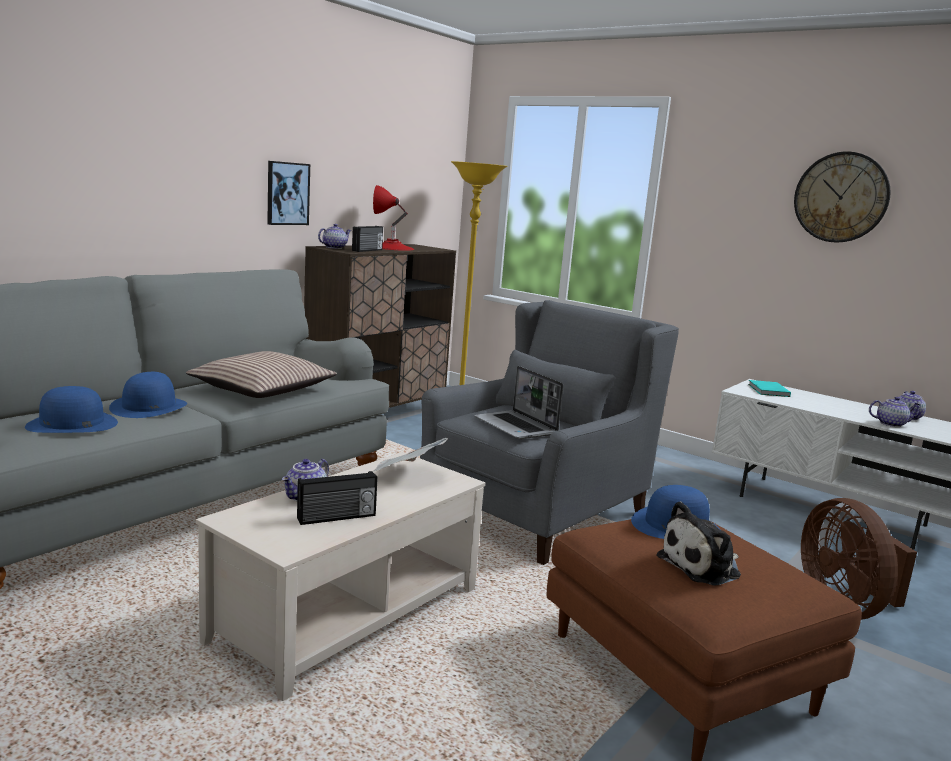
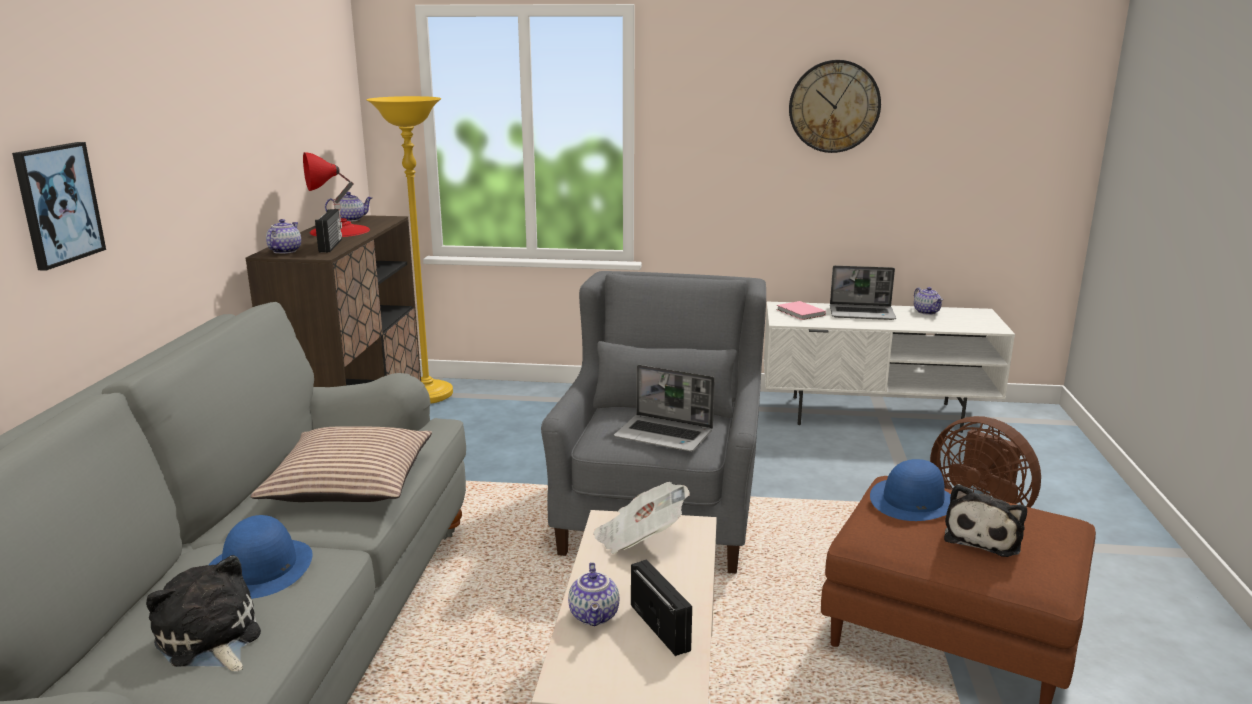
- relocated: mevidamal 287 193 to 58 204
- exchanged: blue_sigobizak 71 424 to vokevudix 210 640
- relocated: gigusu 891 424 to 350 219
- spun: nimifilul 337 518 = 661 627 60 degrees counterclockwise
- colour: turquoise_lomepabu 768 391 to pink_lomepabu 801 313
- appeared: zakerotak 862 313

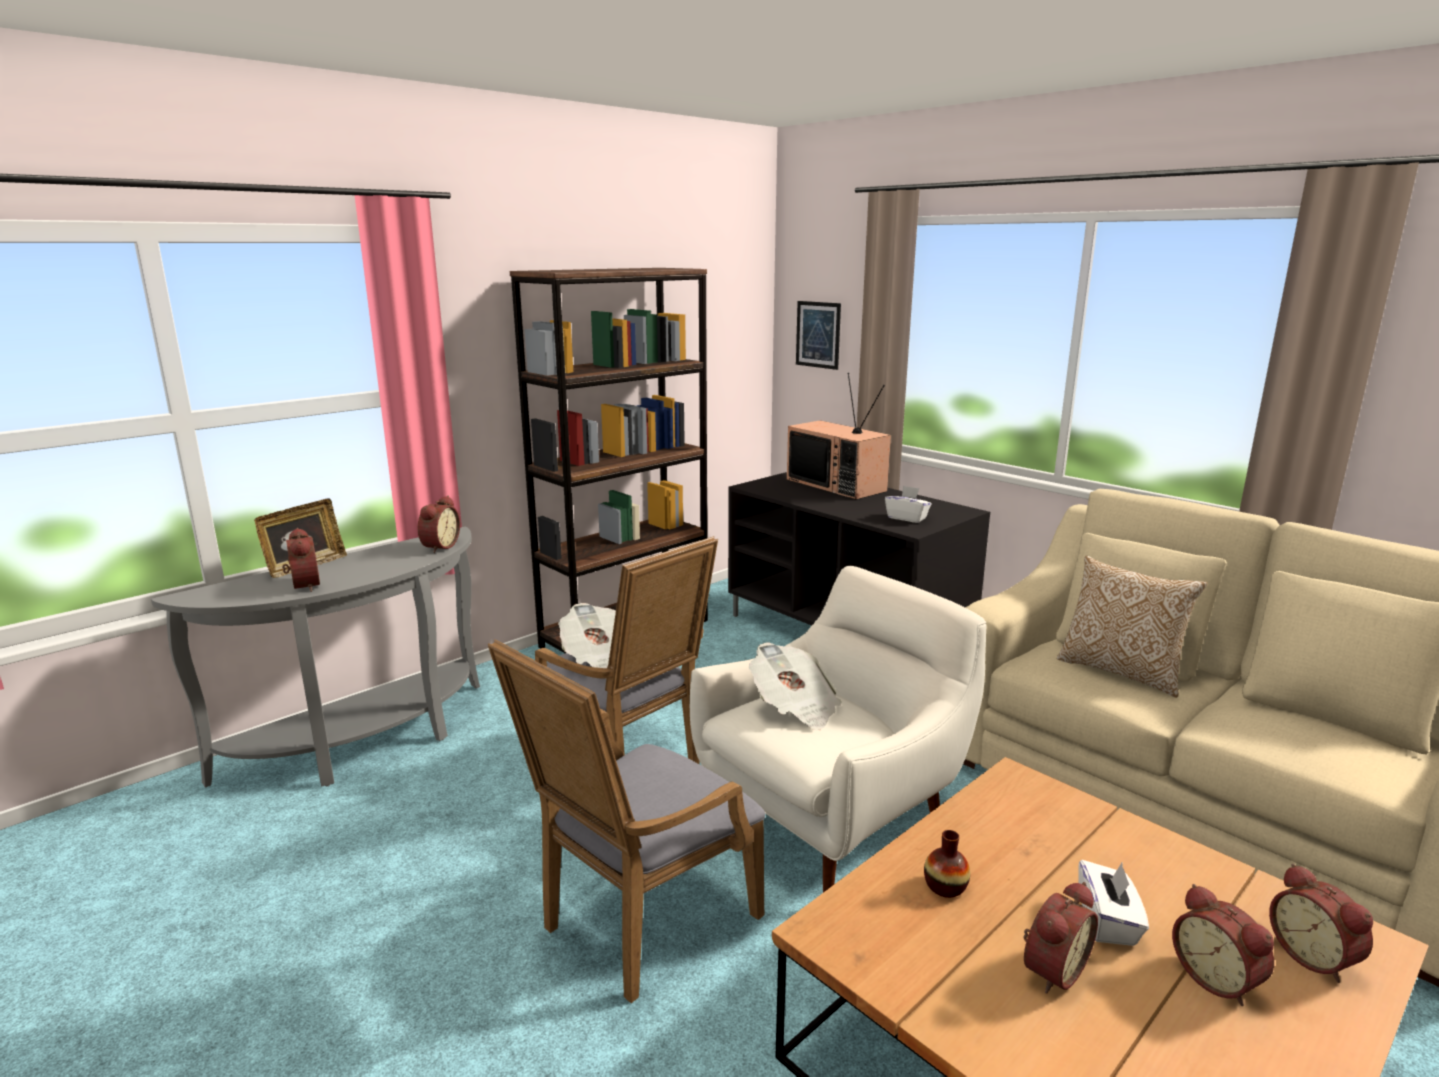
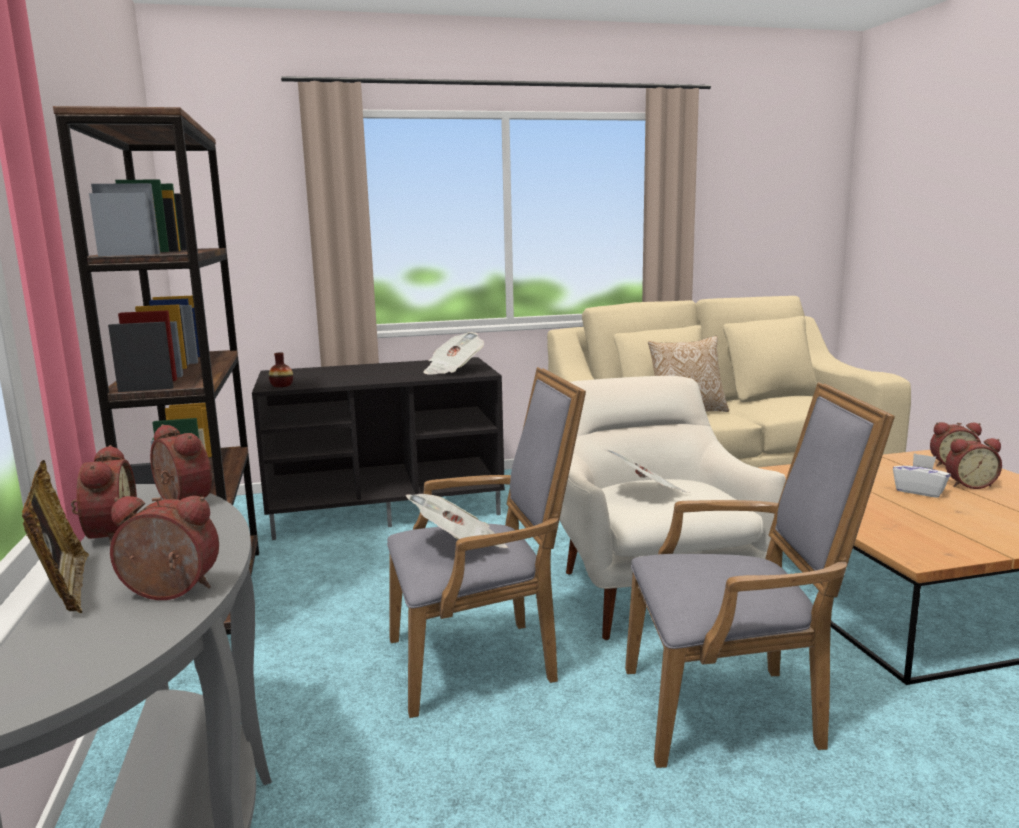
- relocated: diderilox 1051 969 to 108 534
- relocated: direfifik 945 887 to 281 385
- exchanged: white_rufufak 907 518 to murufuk 453 370
- spun: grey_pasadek 639 925 = 733 709 75 degrees counterclockwise
- missing: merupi 838 485
- missing: mevidamal 818 334

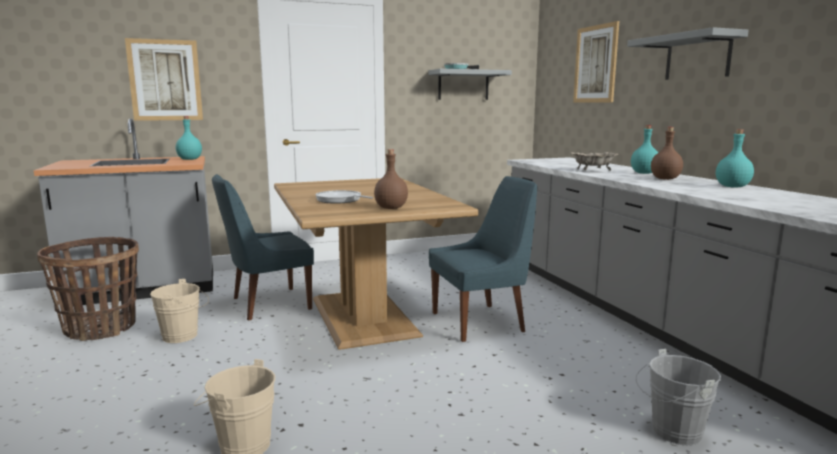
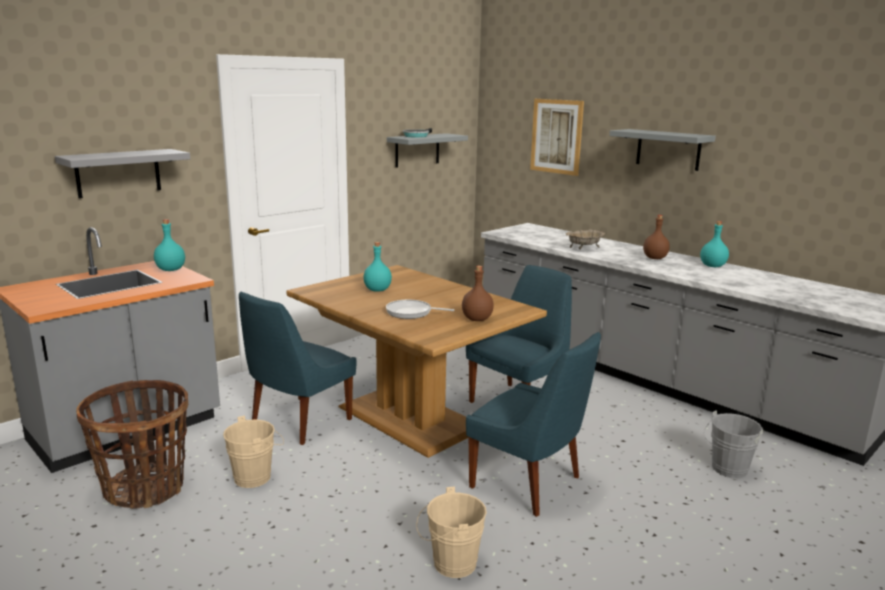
- exchanged: mevidamal 165 80 to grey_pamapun 118 173
- relocated: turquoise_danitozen 644 173 to 377 290
- appeared: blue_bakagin 529 484

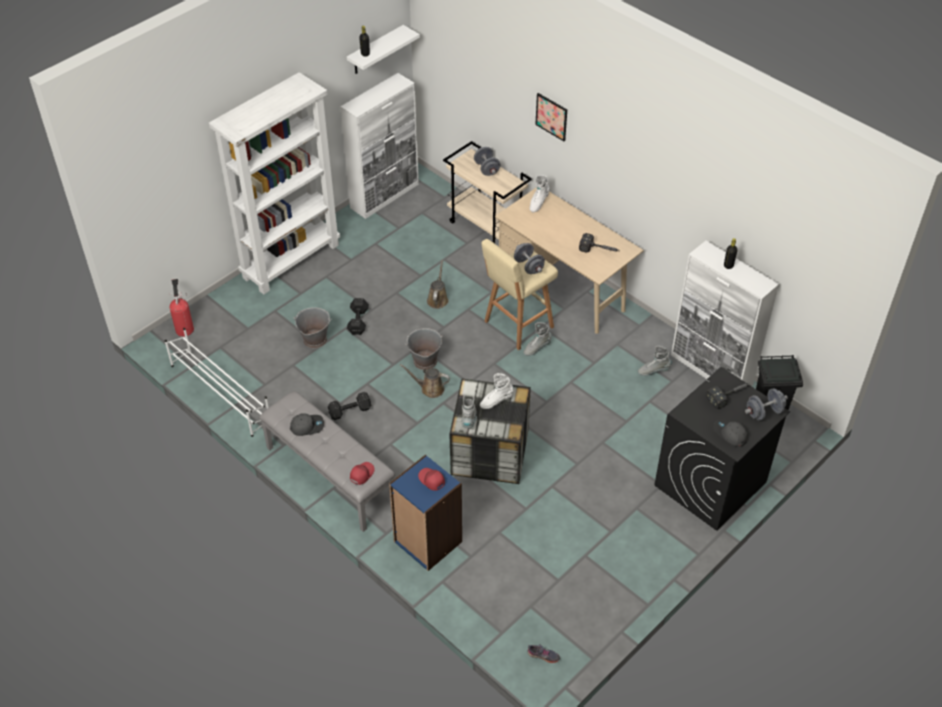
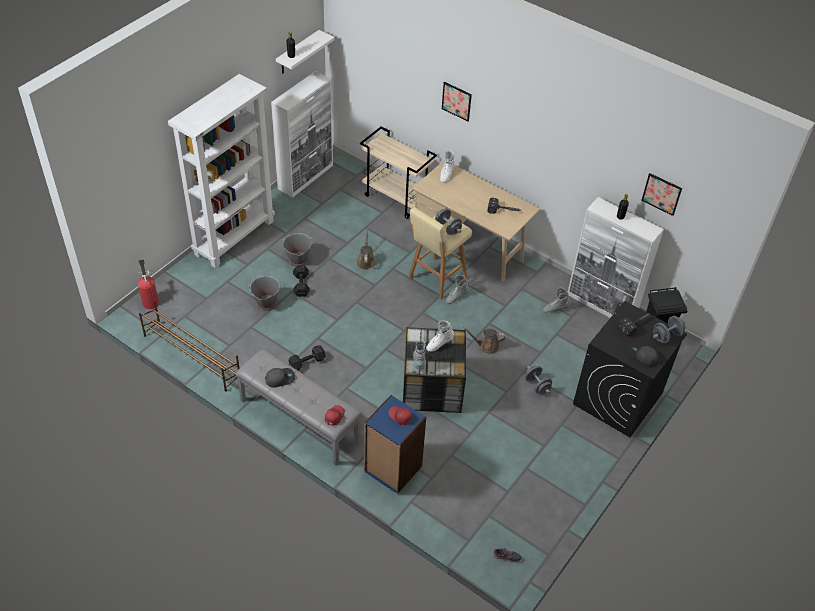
- colour: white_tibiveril 220 393 to brown_tibiveril 191 356
- relocated: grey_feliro 424 361 to 298 260
- relocated: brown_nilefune 430 388 to 486 346
- relocated: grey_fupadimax 486 169 to 537 385
- appeared: mevidamal 661 194

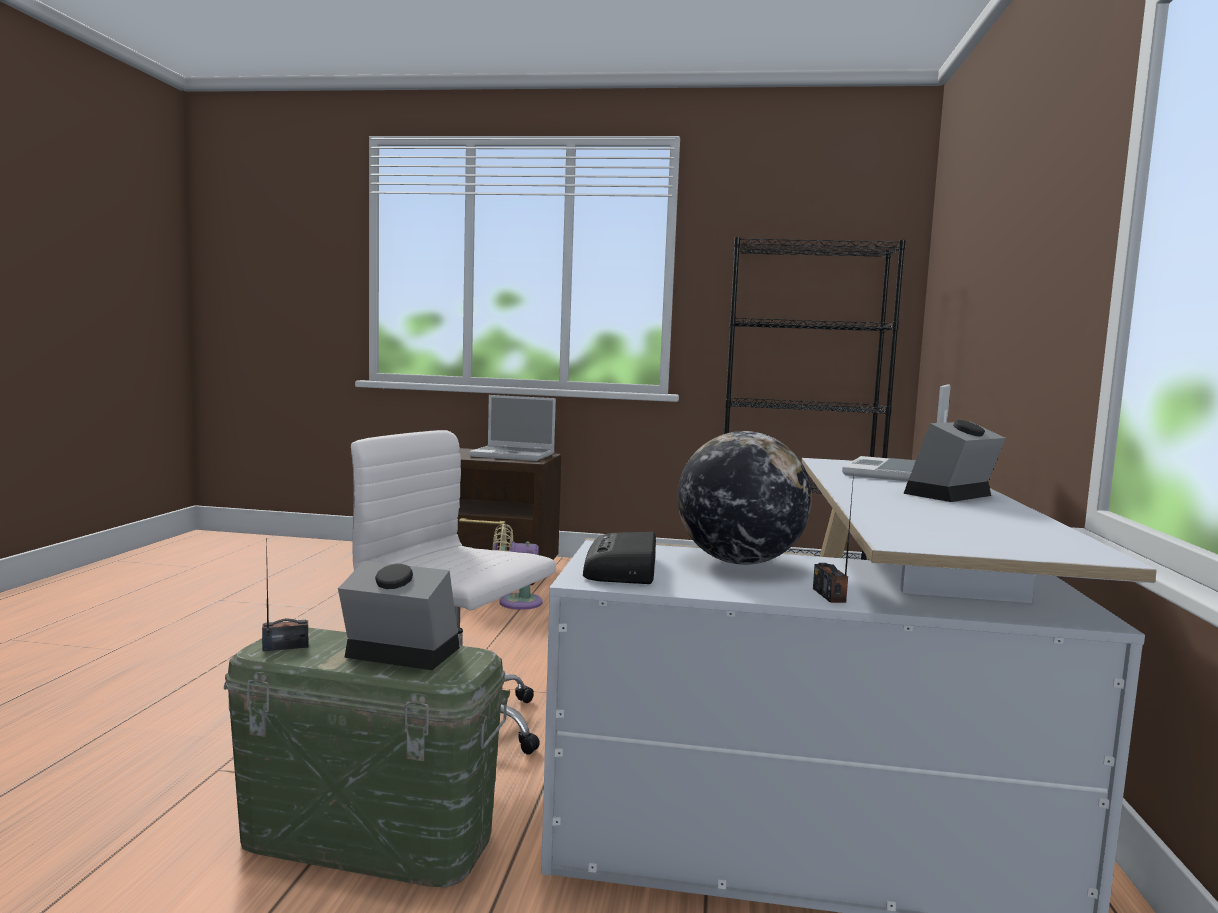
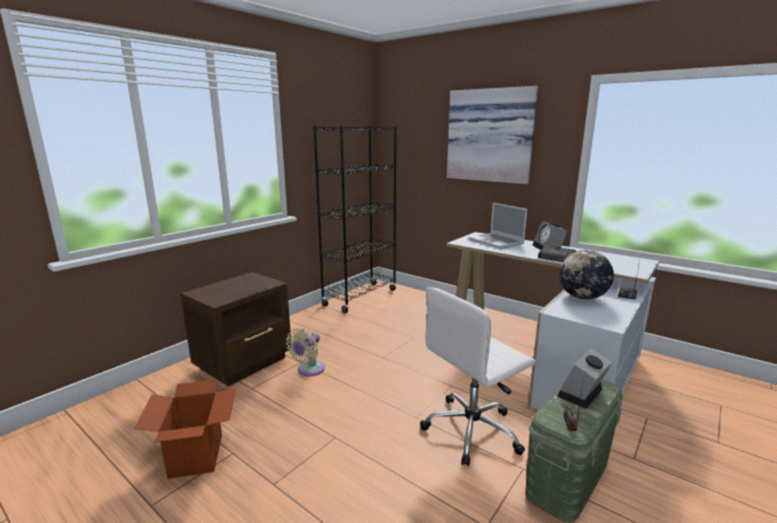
- appeared: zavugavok 196 456
- appeared: mevidamal 490 135
- relocated: nimifilul 623 569 to 557 258
- missing: zakerotak 514 455

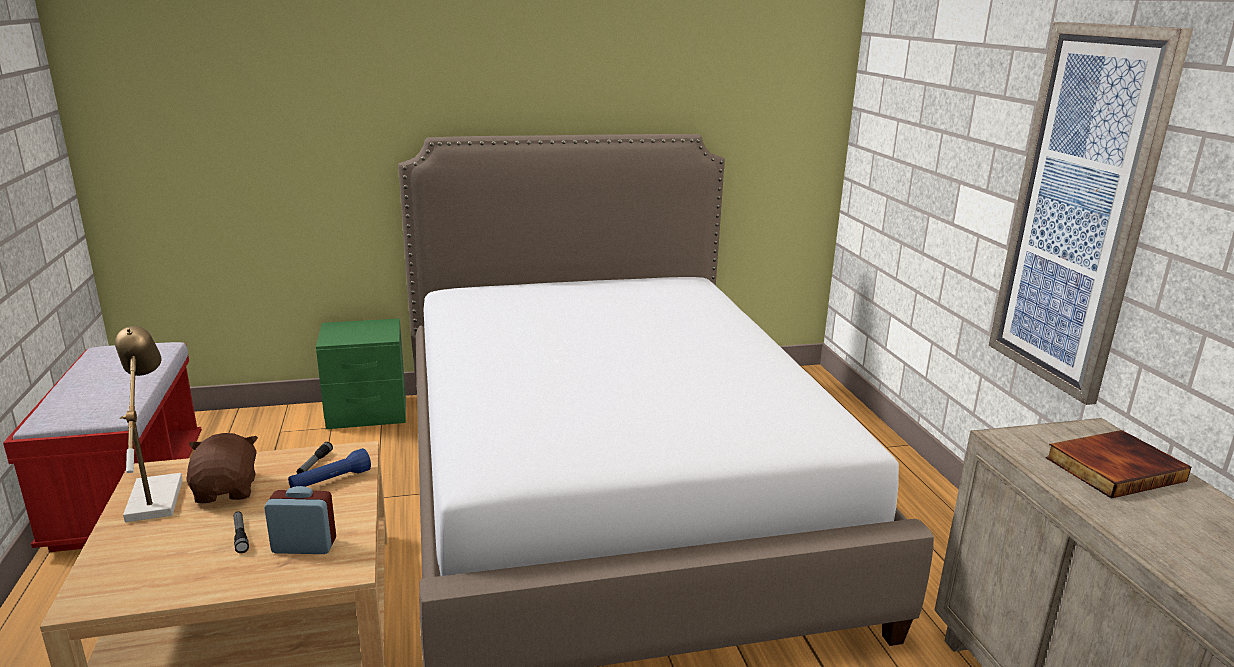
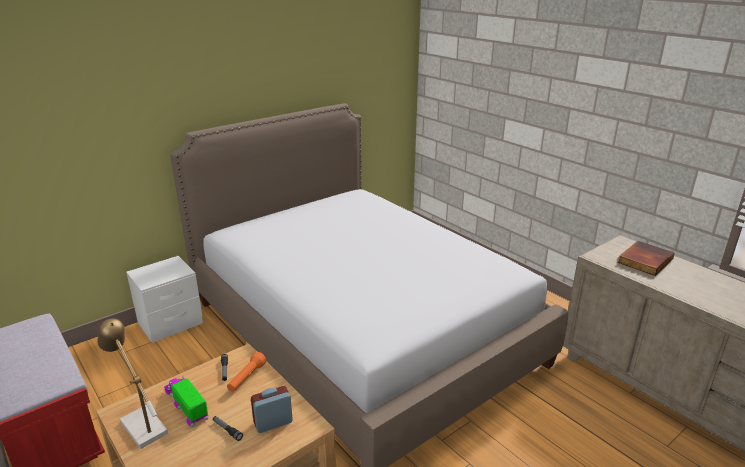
- colour: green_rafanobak 367 413 to white_rafanobak 170 323
- exchanged: brown_vokevudix 227 490 to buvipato 187 405
- colour: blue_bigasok 330 481 to orange_bigasok 246 378
- missing: mevidamal 1079 211

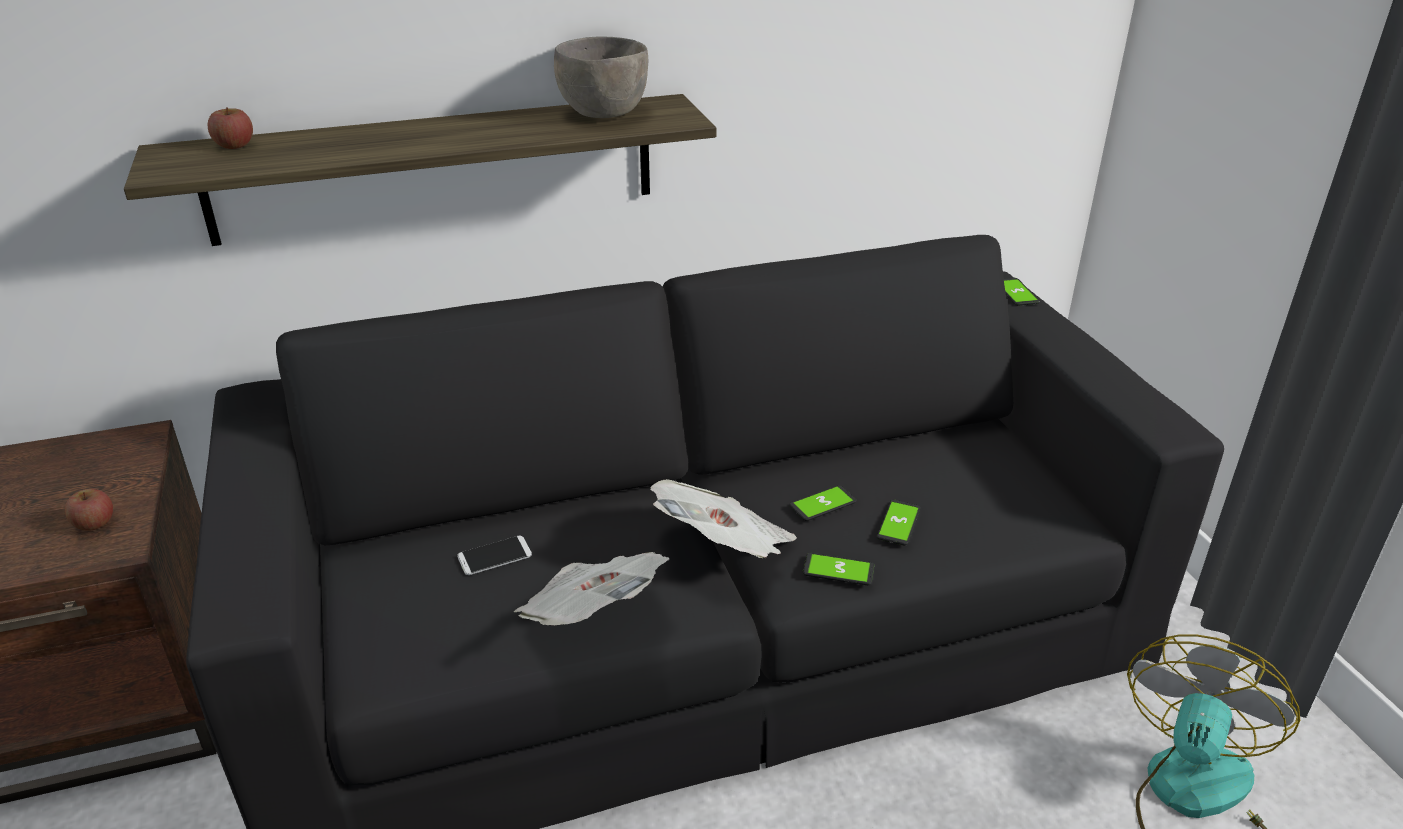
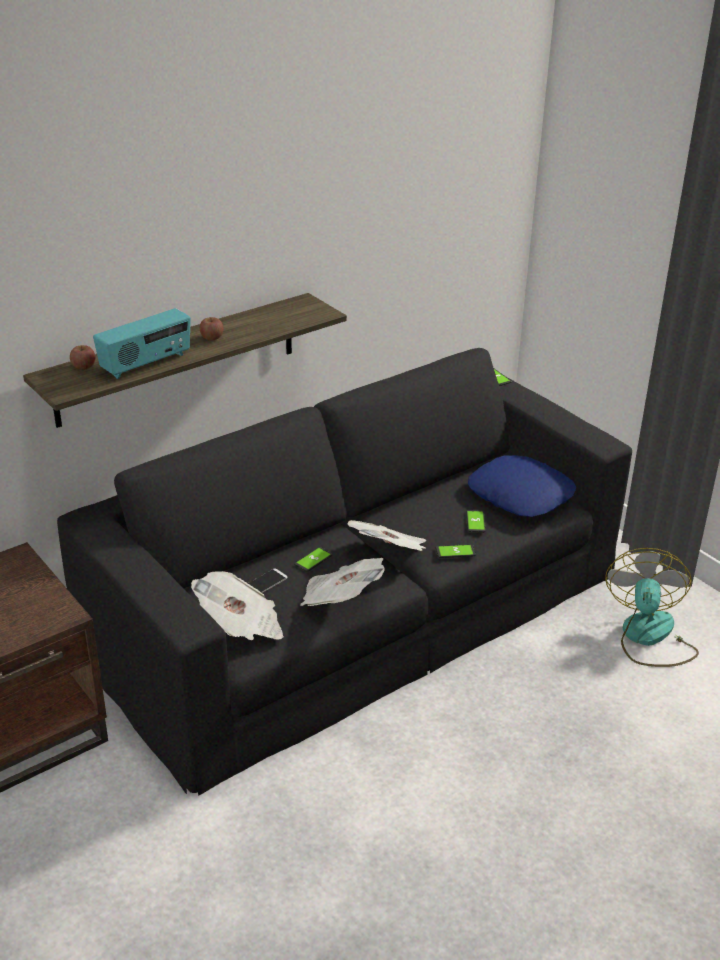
- appeared: nimifilul 146 364
- appeared: murufuk 240 626
- relocated: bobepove 94 523 to 212 337
- relocated: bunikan 822 504 to 313 560
- appeared: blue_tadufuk 520 495
- missing: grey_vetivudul 603 114

